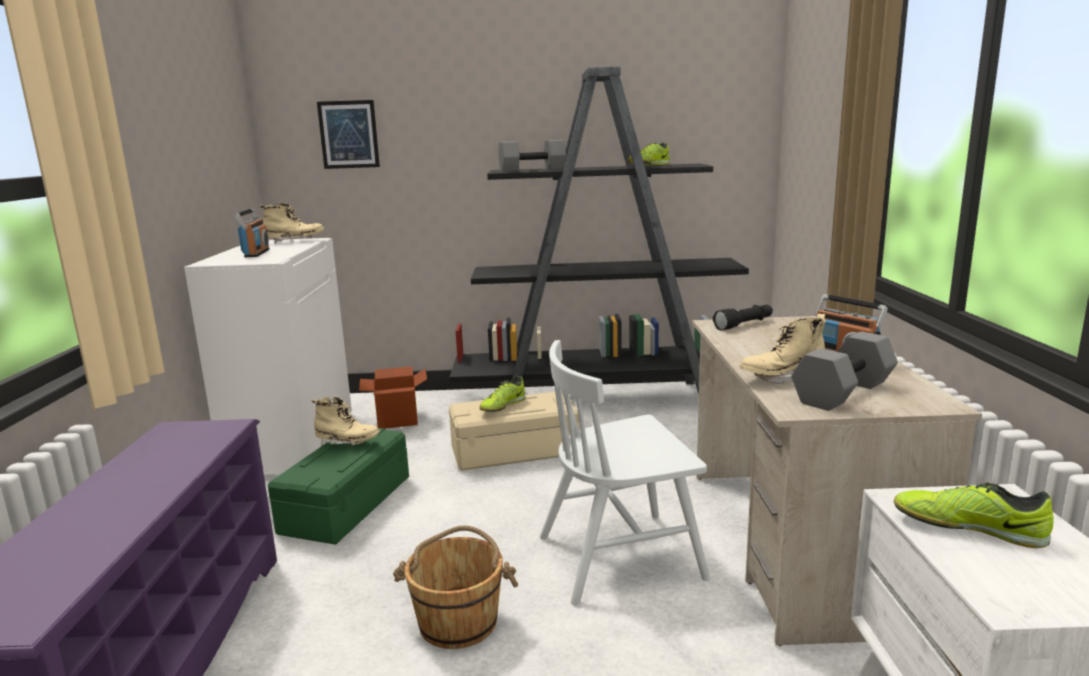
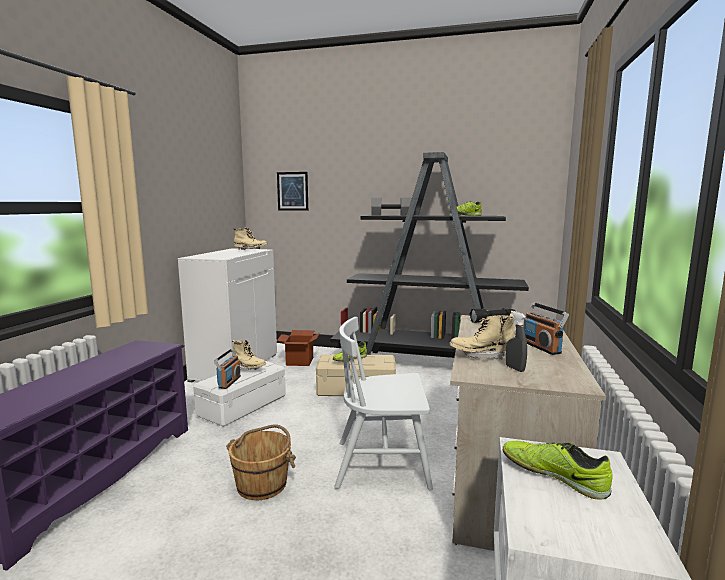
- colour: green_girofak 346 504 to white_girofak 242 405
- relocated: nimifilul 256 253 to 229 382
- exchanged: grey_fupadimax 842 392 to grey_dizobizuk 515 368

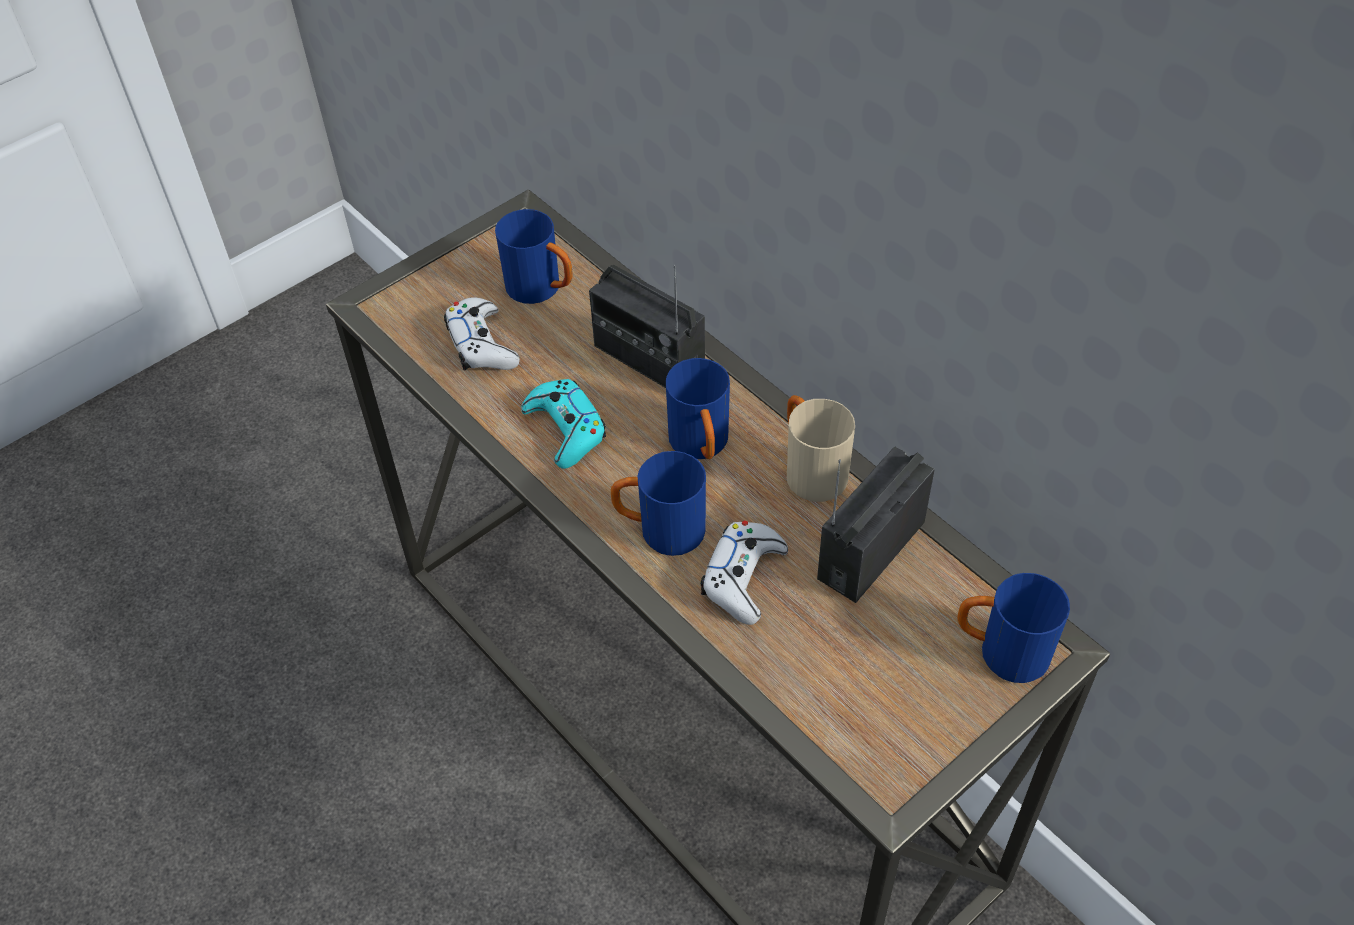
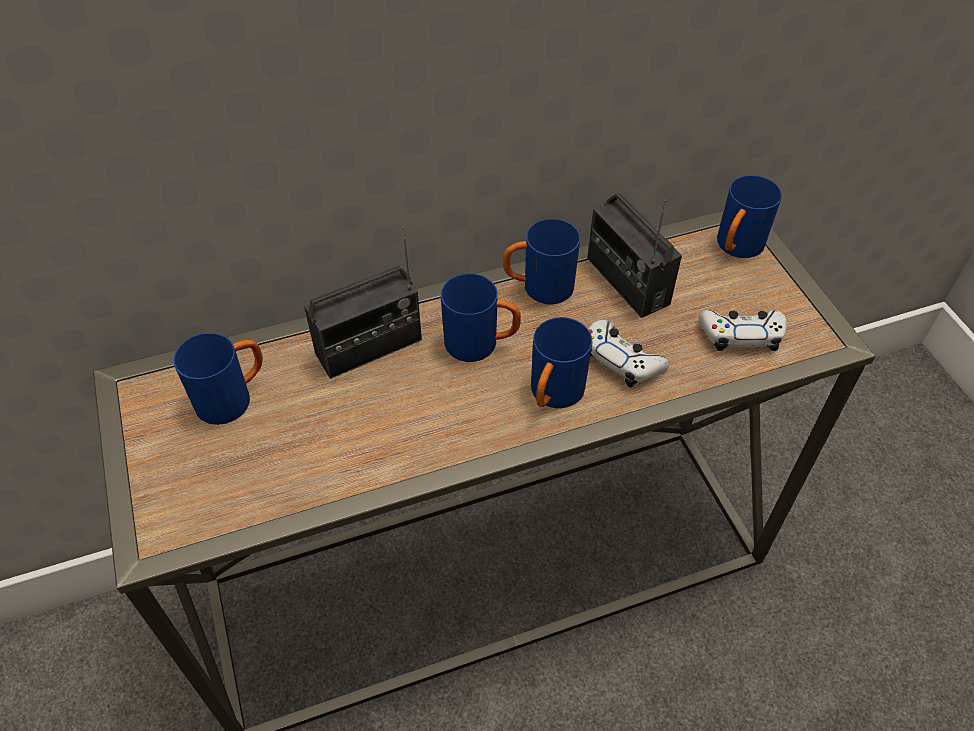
- colour: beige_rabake 809 469 to blue_rabake 538 288
- relocated: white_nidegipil 482 344 to 741 335
- missing: turquoise_nidegipil 566 429

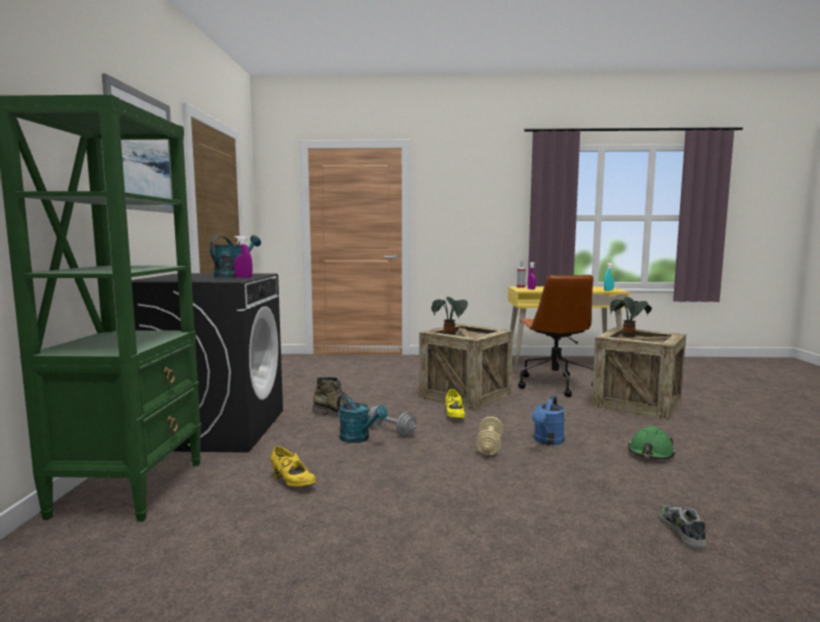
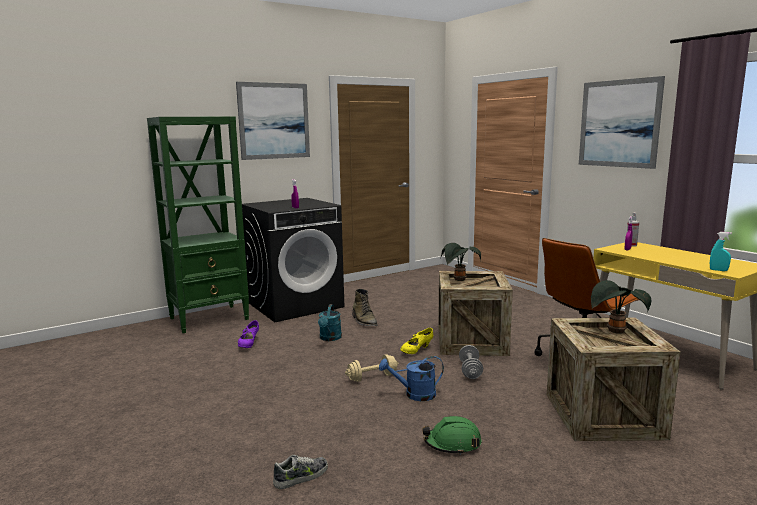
- colour: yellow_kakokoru 292 483 to purple_kakokoru 249 344
- relocated: grey_fupadimax 391 431 to 470 371
- appeared: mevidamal 619 123
- missing: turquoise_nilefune 234 276

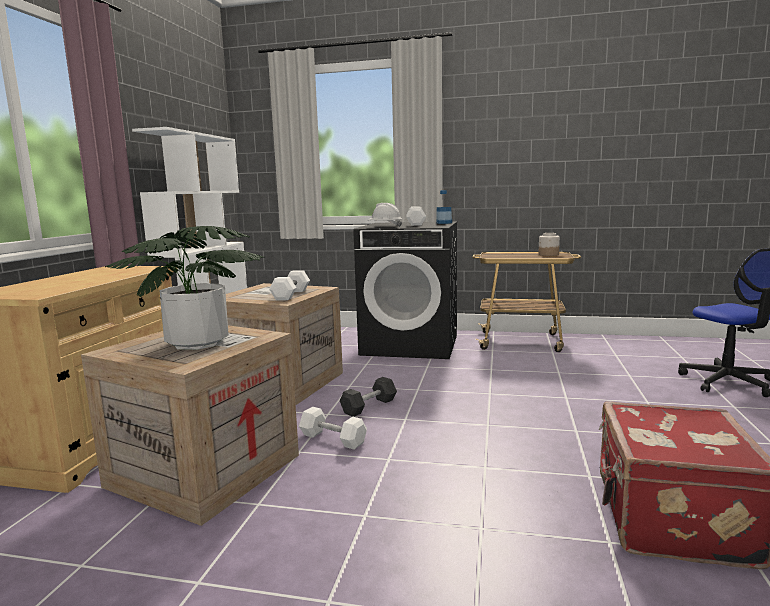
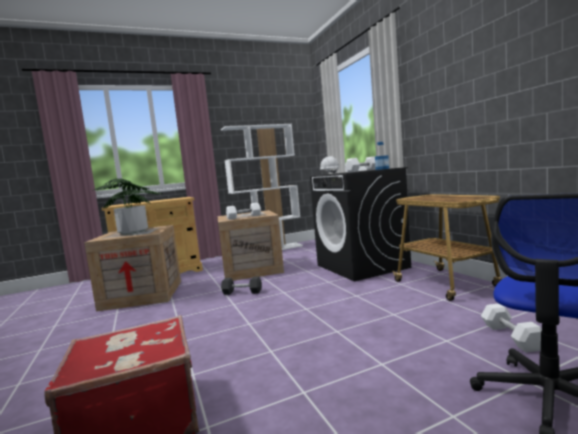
- relocated: white_fupadimax 333 439 to 511 337
- missing: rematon 548 254

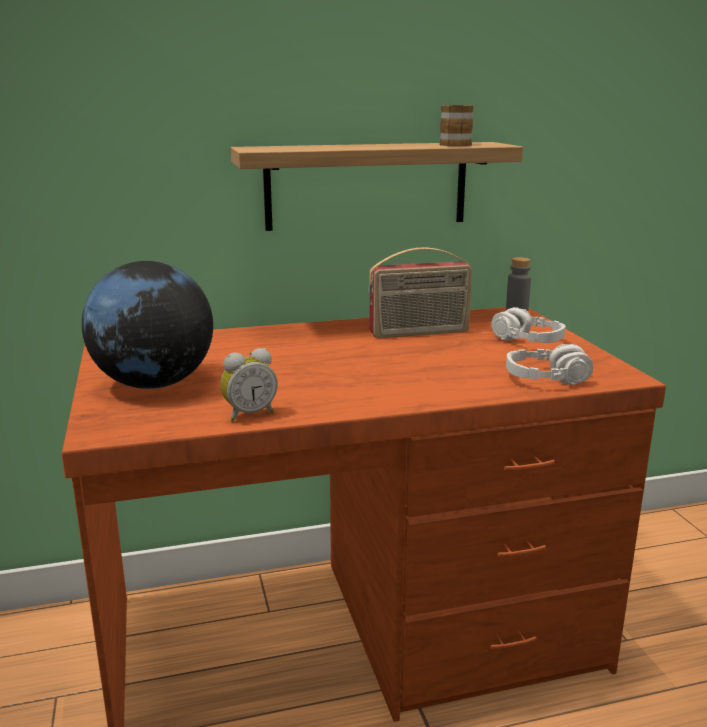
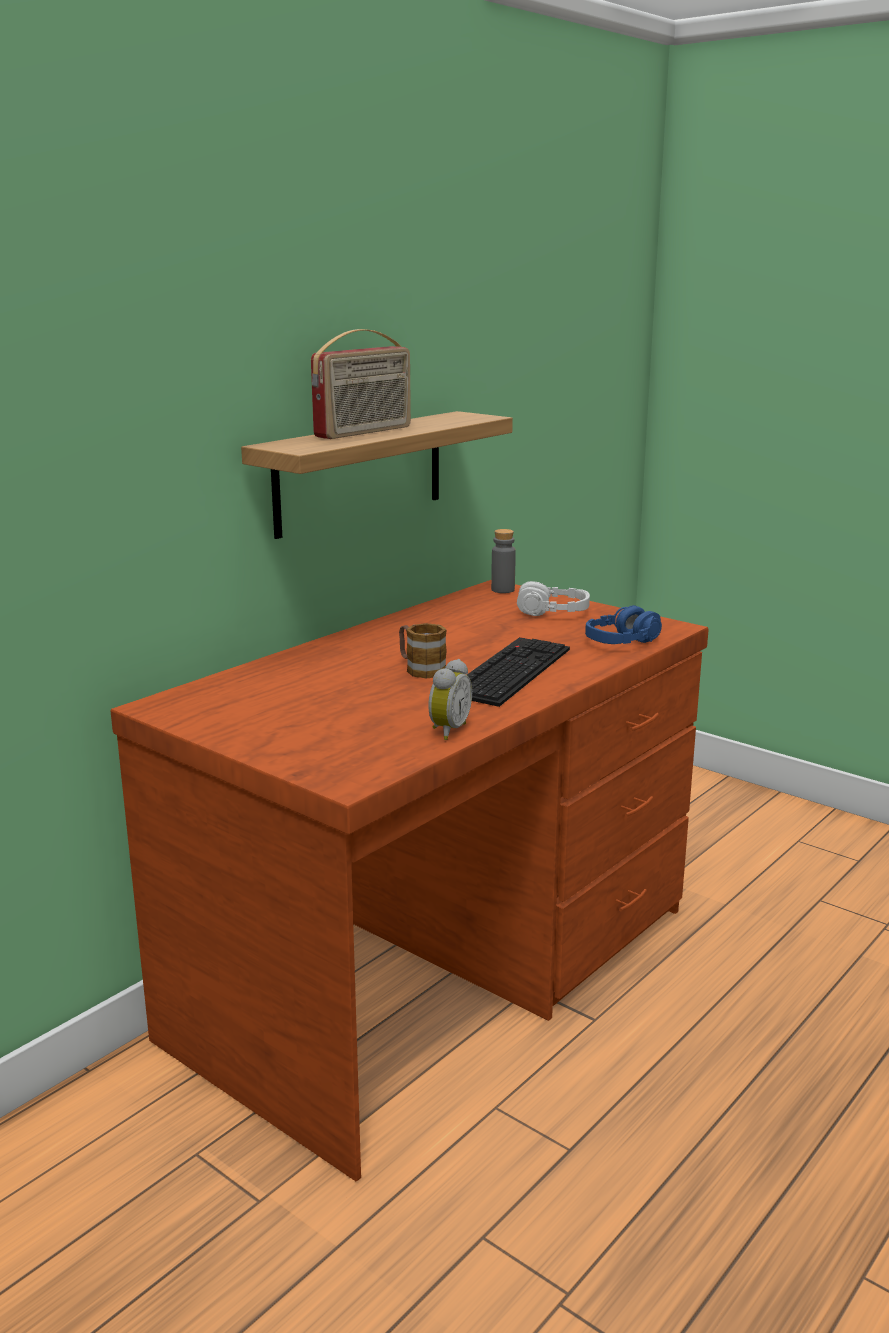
- relocated: nimifilul 419 333 to 364 432
- relocated: rabake 453 144 to 420 669
- appeared: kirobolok 508 670
- colour: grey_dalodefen 546 378 to blue_dalodefen 622 642
- missing: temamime 154 384

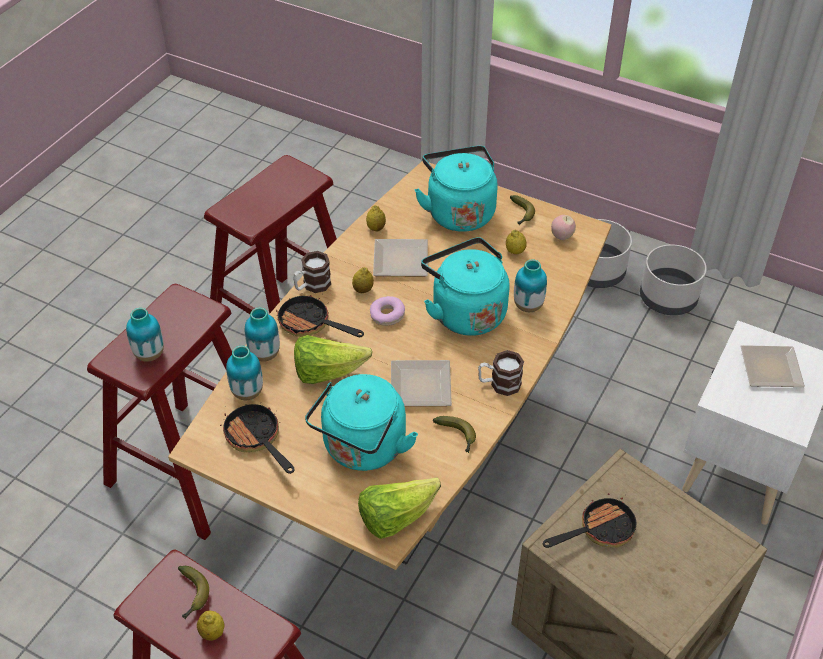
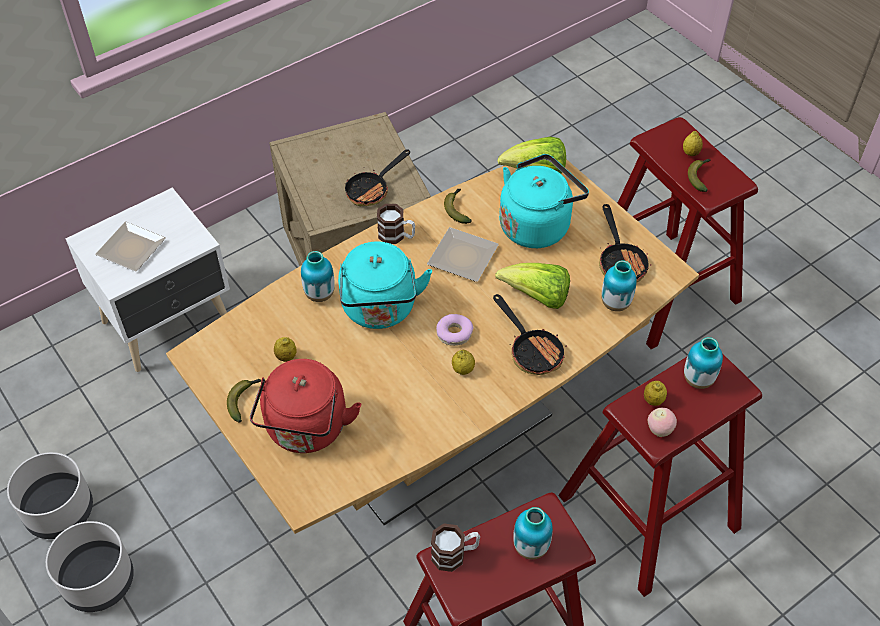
- colour: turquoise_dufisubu 458 212 to red_dufisubu 306 430
- spun: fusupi 599 530 = 372 190 45 degrees counterclockwise
- relocated: rabake 312 286 to 455 554
- relocated: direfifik 264 354 to 530 547
- relocated: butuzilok 376 228 to 653 400
- relocated: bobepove 561 237 to 659 430
- missing: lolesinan 398 262

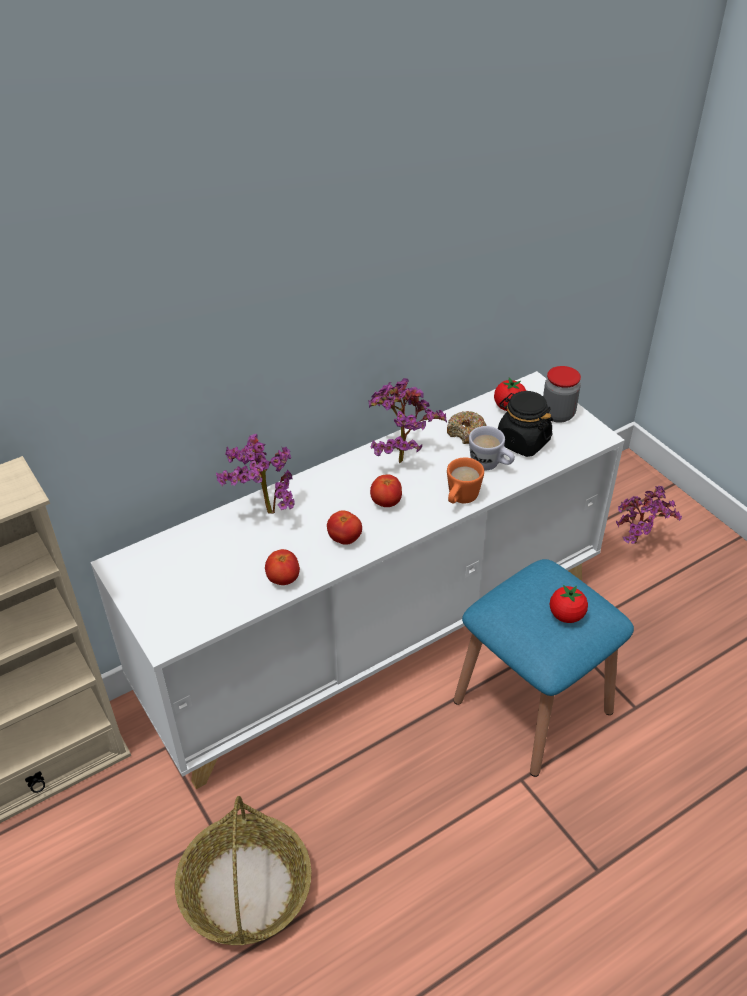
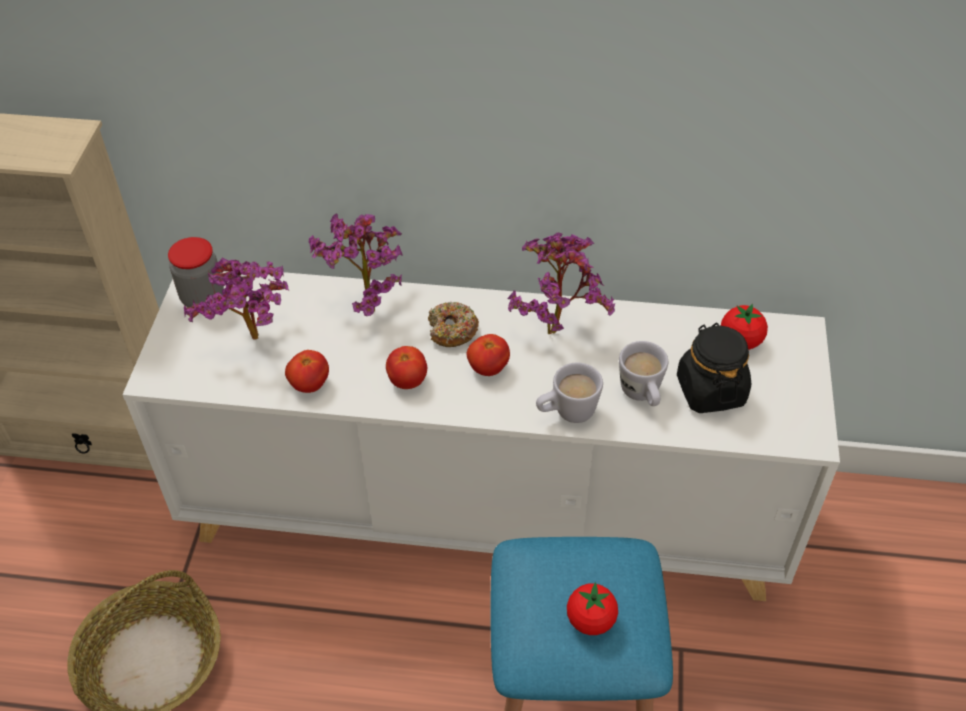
- relocated: rematon 558 414 to 203 298
- relocated: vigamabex 638 545 to 256 343
- relocated: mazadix 466 433 to 452 331
- colour: orange_rabake 460 499 to white_rabake 566 413

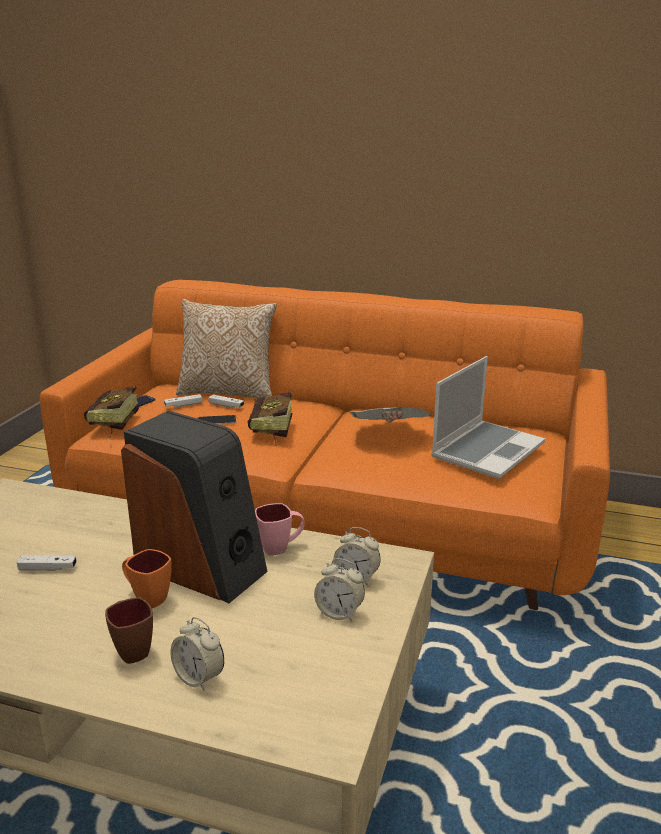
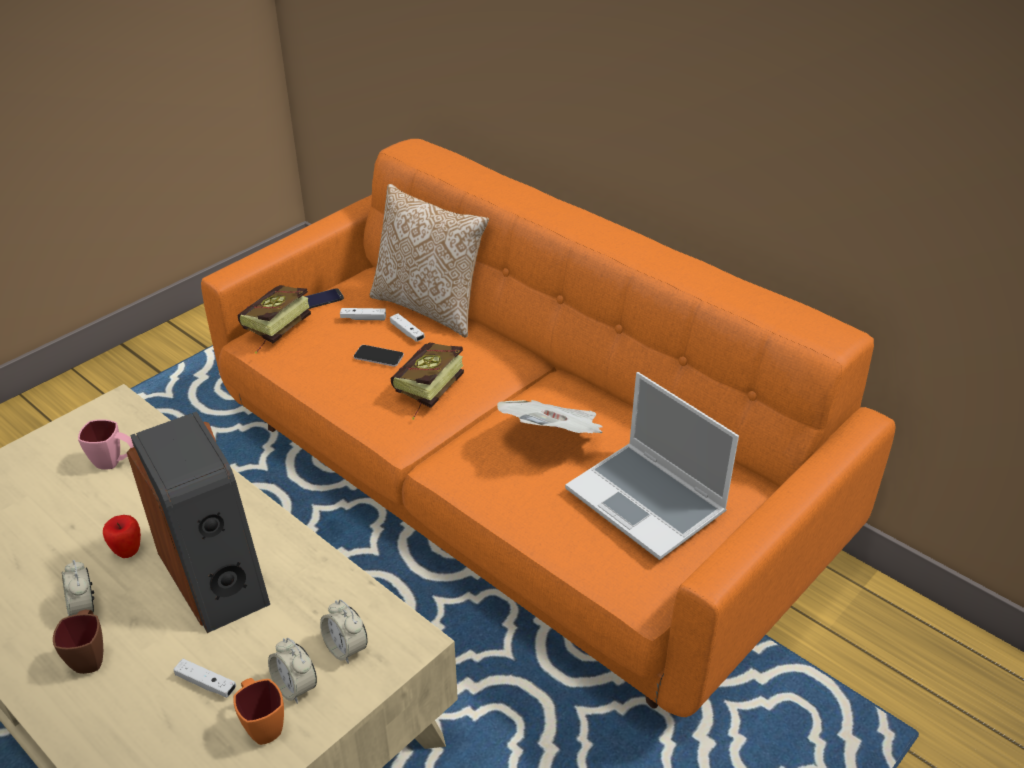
- relocated: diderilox 199 677 to 84 608
- relocated: pink_rabake 281 547 to 114 463
- appeared: bobepove 128 551
- relocated: white_nidegipil 48 568 to 206 683
- relocated: orange_rabake 147 598 to 262 725
- spun: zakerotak 487 450 = 648 502 75 degrees clockwise

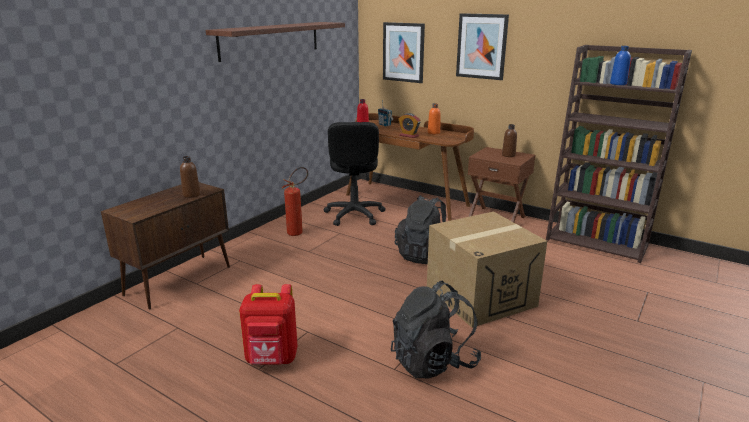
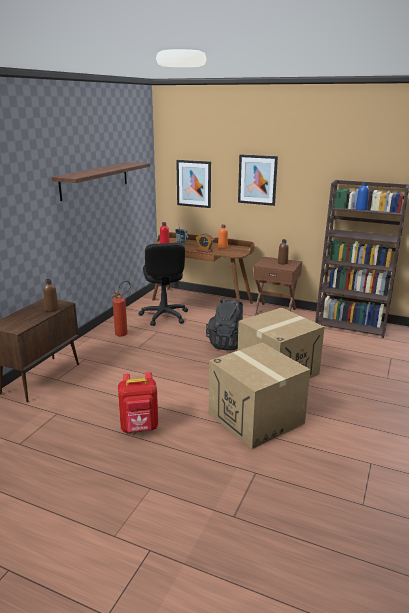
- exchanged: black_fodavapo 433 362 to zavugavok 256 418

